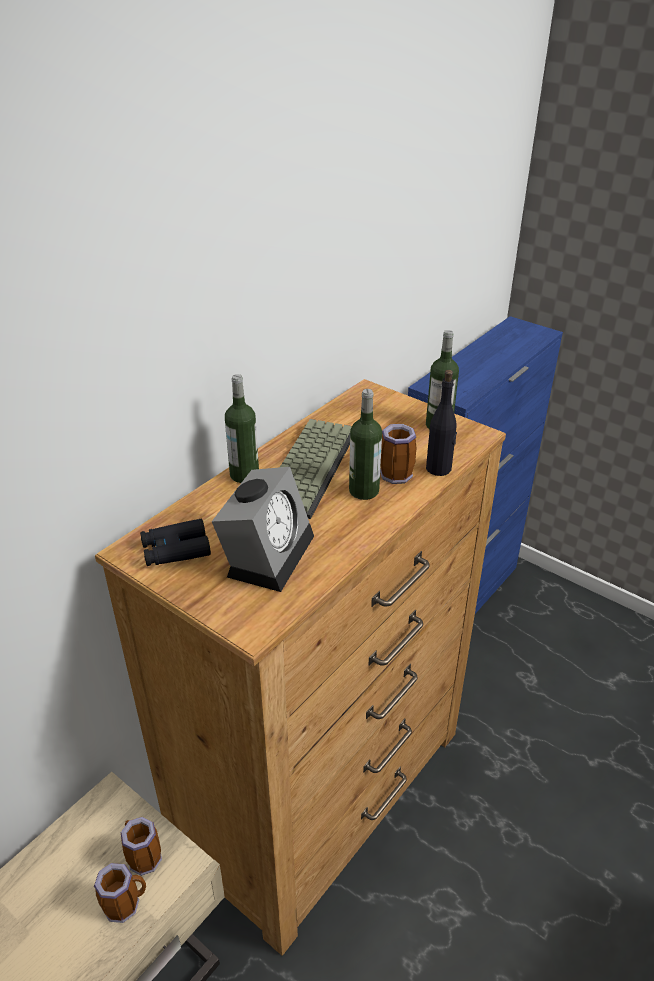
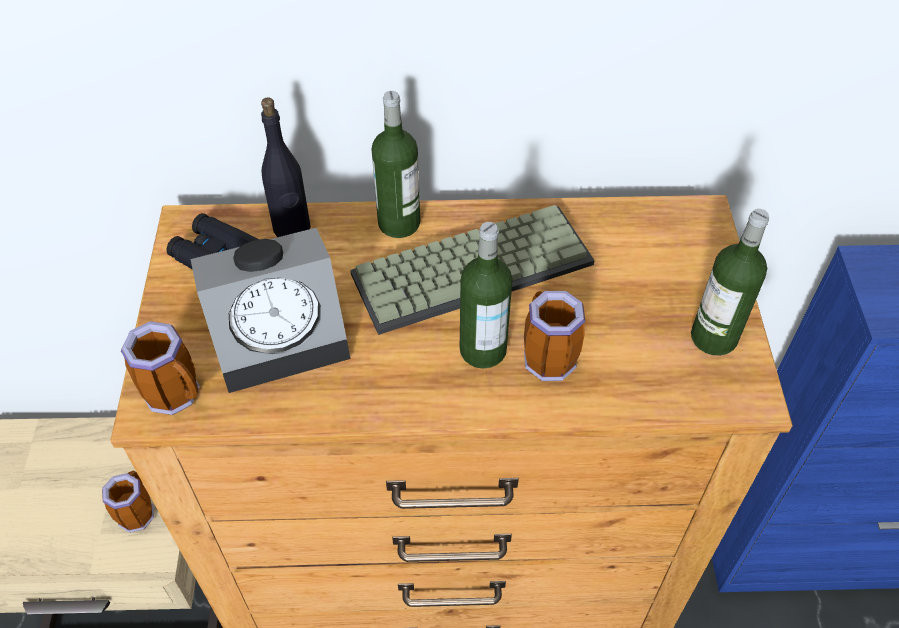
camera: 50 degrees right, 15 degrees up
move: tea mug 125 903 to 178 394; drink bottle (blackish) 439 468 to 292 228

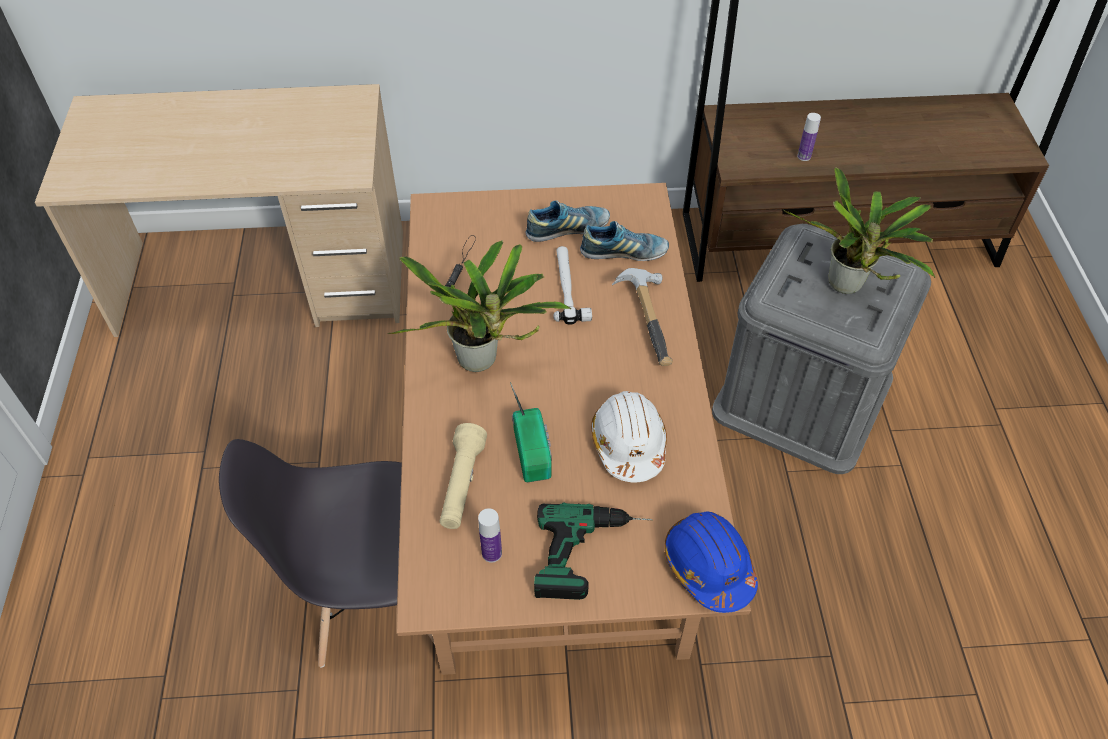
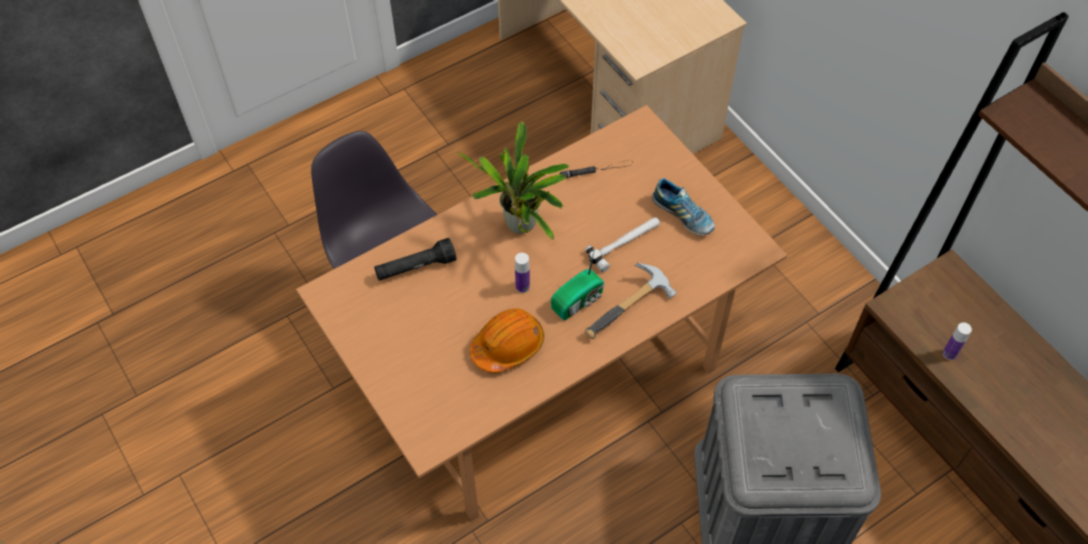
camera: 60 degrees right, 5 degrees up
delete: drill 593 554; shoe 624 253; work helmet (blue) 708 566; plant in a pot 847 288
move: drink bottle 492 553 to 522 286; radio set 533 451 to 579 300
recolor: flashlight (beige-coloured) 462 485 to flashlight (blackish) 415 267; work helmet (whitish) 628 443 to work helmet (orange) 508 346

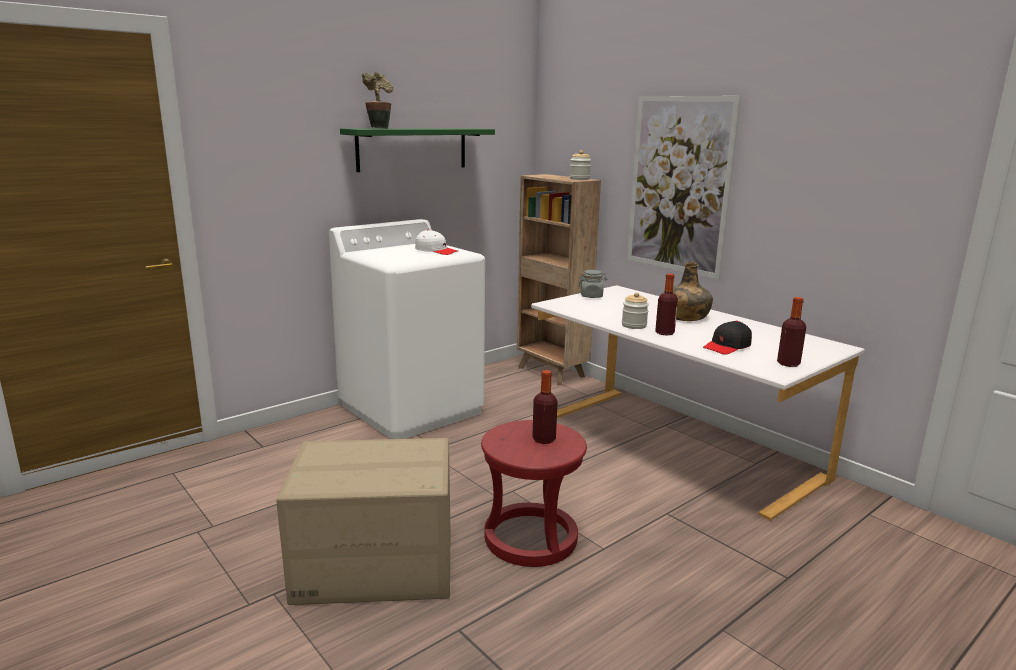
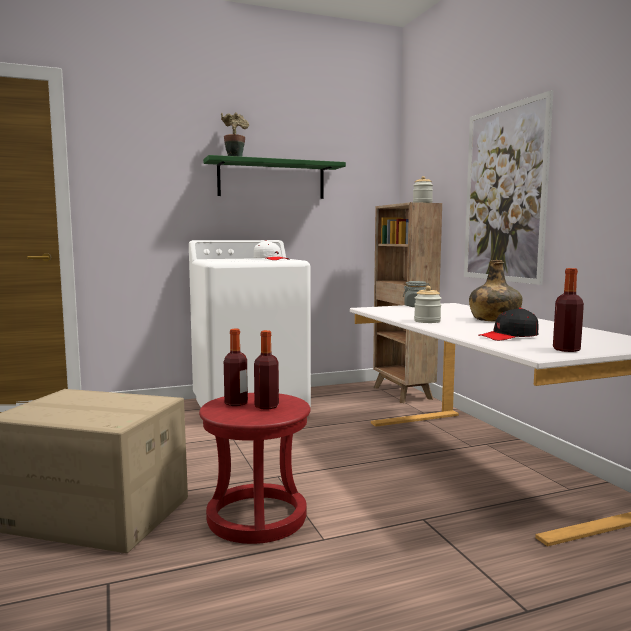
camera: 20 degrees right, 10 degrees down
move: drink bottle 664 333 to 236 403

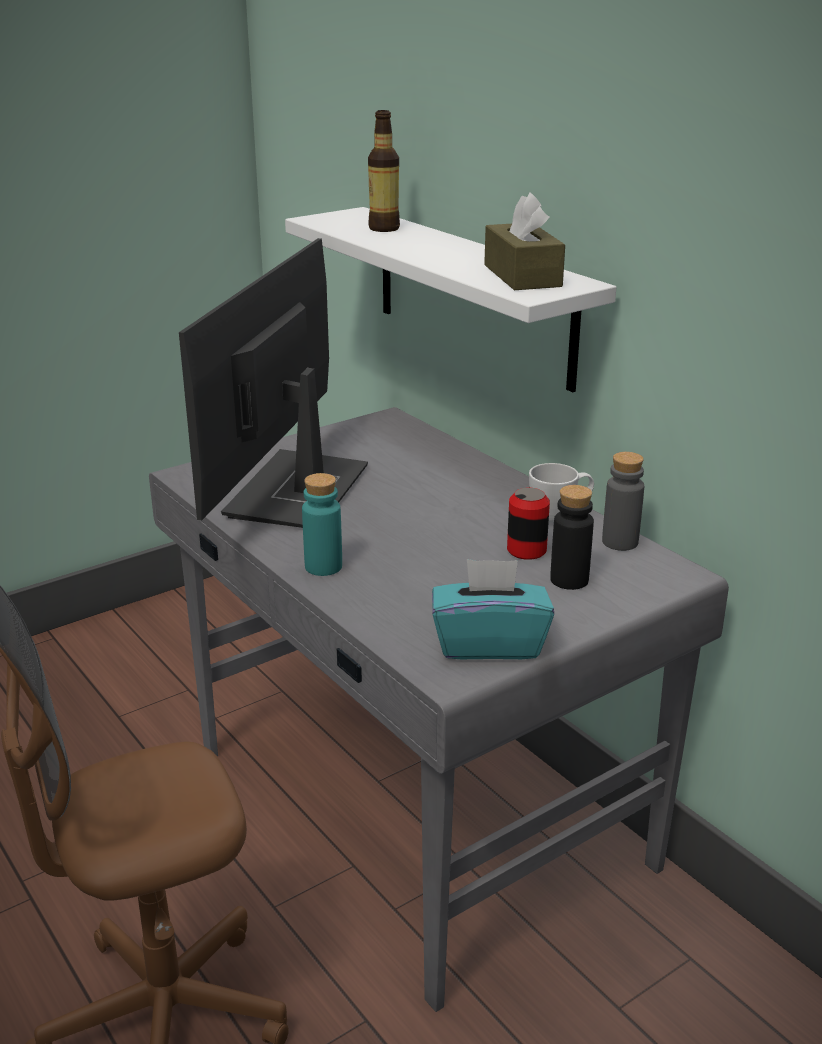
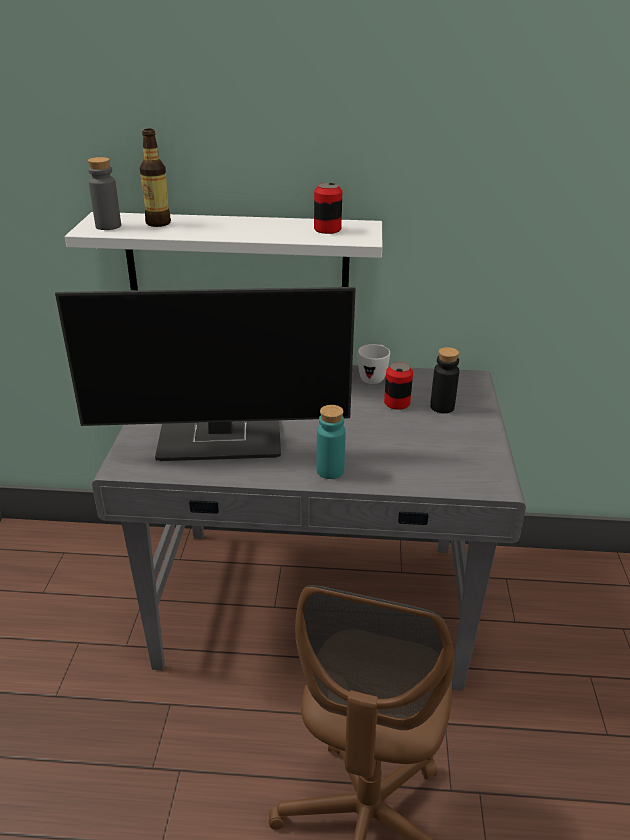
camera: 50 degrees left, 5 degrees up
delete: box of tissues (turquoise-coloured) 489 643
move: drink bottle (grey) 620 542 to 108 226
replace: box of tissues (brown) 522 276 to can 327 229
rotate: computer screen 297 493 = 223 438 60 degrees counterclockwise

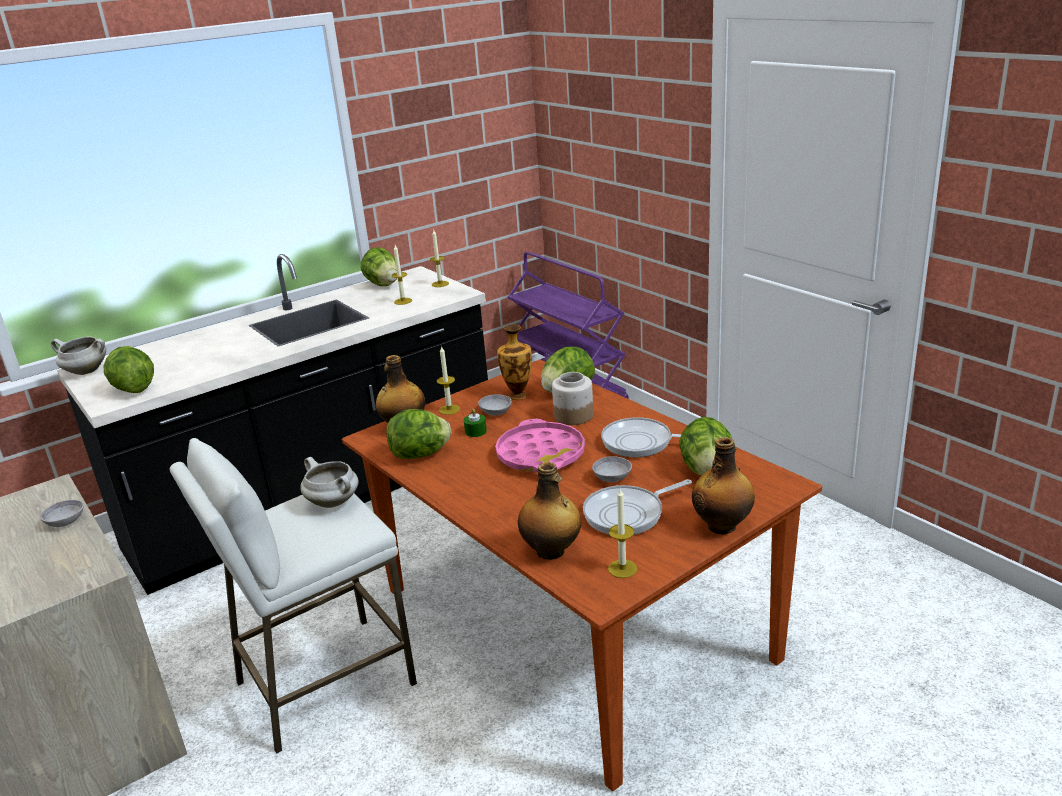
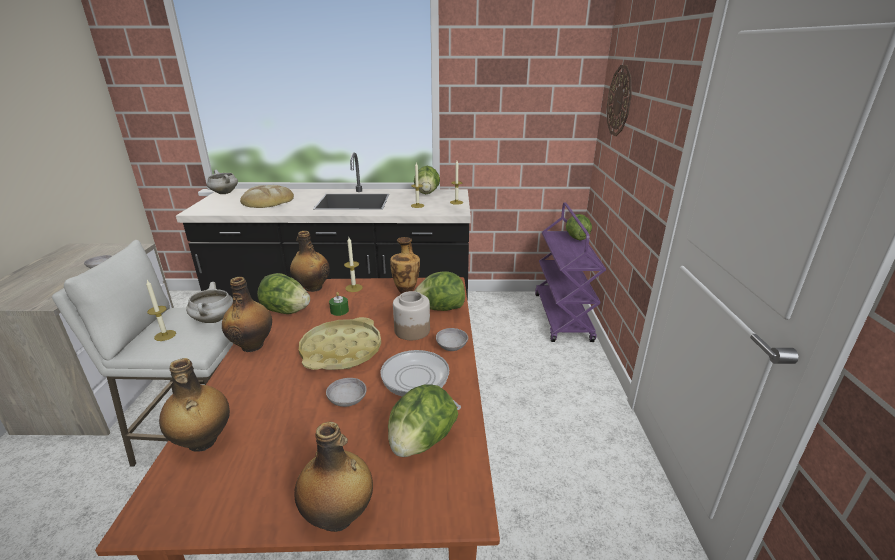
camera: 35 degrees right, 0 degrees up
delete: pan 628 514
insert: drink bottle 253 345; bread 267 201; wall clock 619 101
move: wax candle 622 568 to 165 335; serving bowl (grey) 496 412 to 451 347; head of lettuce 133 389 to 576 238
recolor: tray (pink-coloured) 541 455 to tray (yellow) 341 350

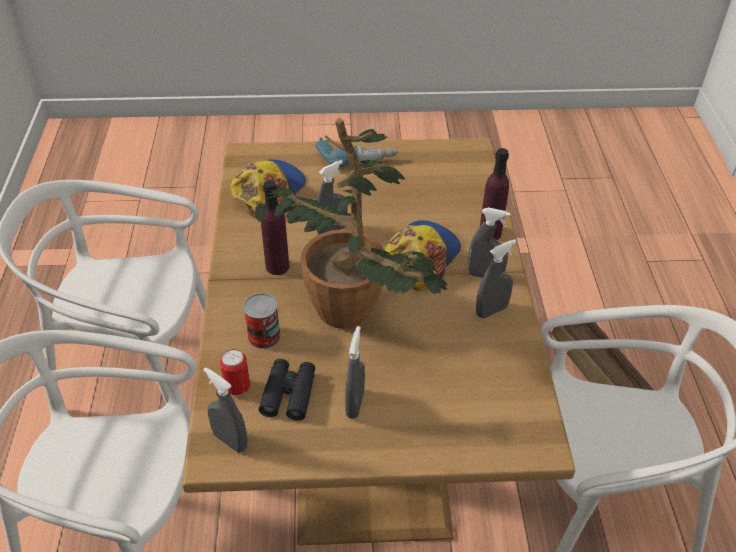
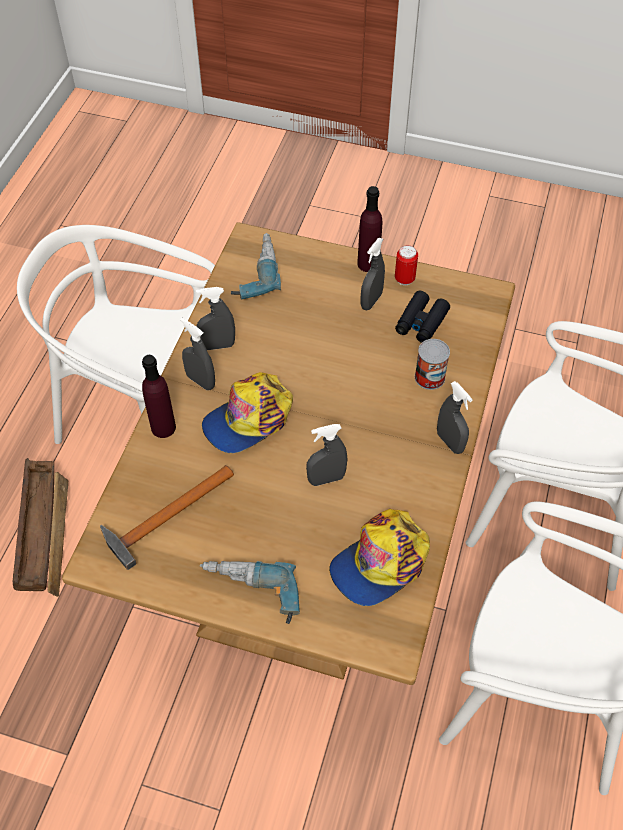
camera: 160 degrees left, 10 degrees up
delete: plant in a pot 352 317
insert: hand hammer 165 516; drill 254 272
move: drink bottle (purplish) 277 266 to 368 264; can 237 388 to 404 279; hand sprayer (grey) 230 441 to 450 442

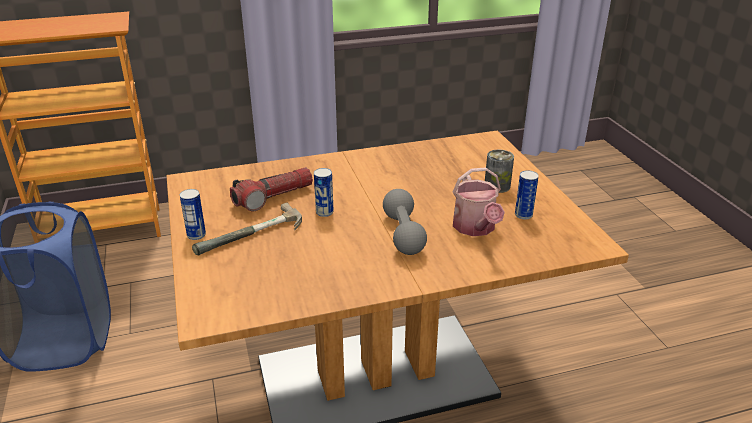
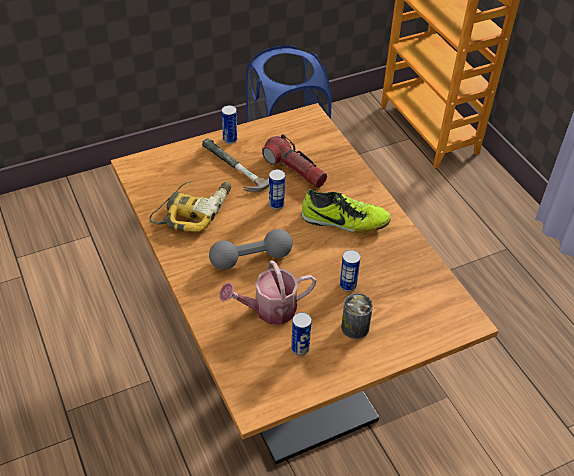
camera: 80 degrees right, 15 degrees up
insert: drill 193 209; shoe 344 221; can 348 285

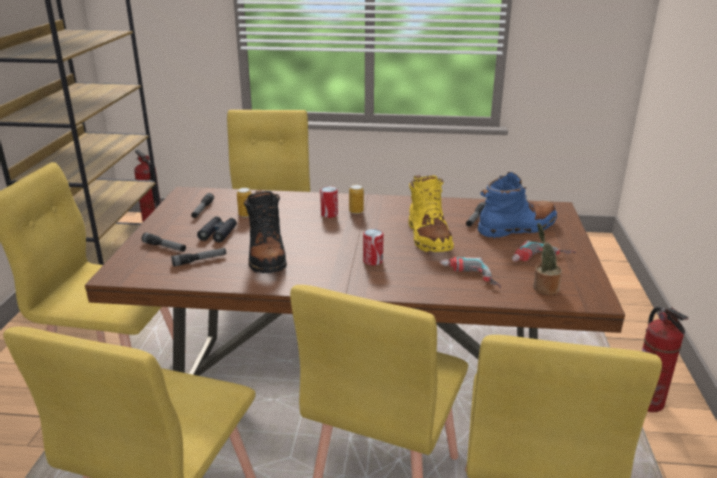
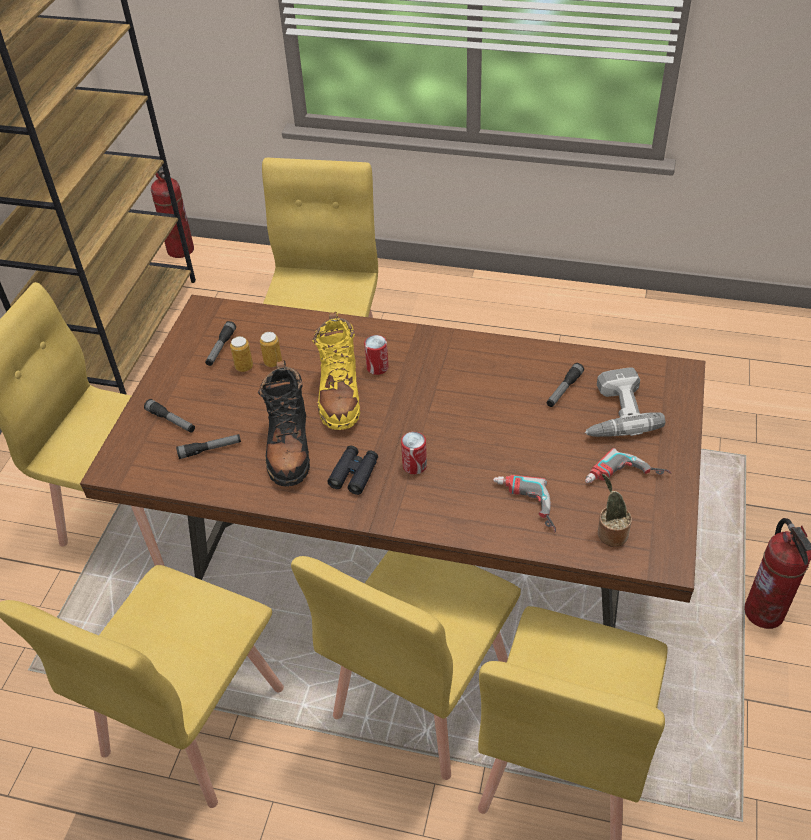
camera: 10 degrees right, 20 degrees up
move: can 356 211 to 244 367; boot (yellow) 428 237 to 339 394; field glasses (blackish) 218 233 to 354 474
replace: boot (blue) 517 228 to drill 613 412

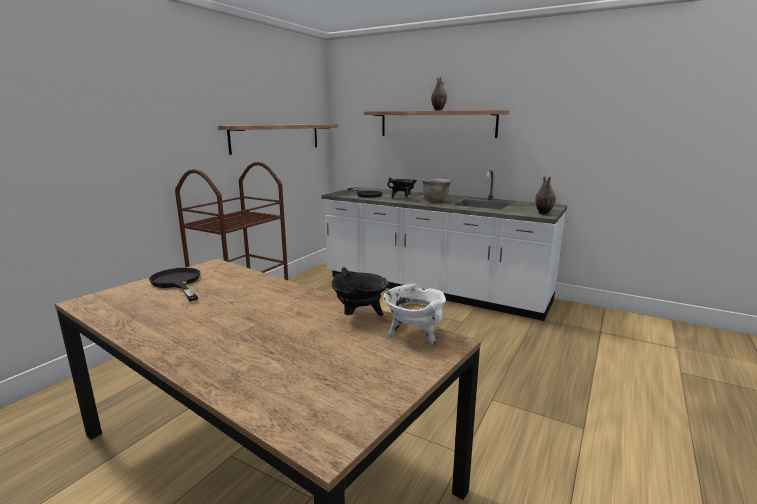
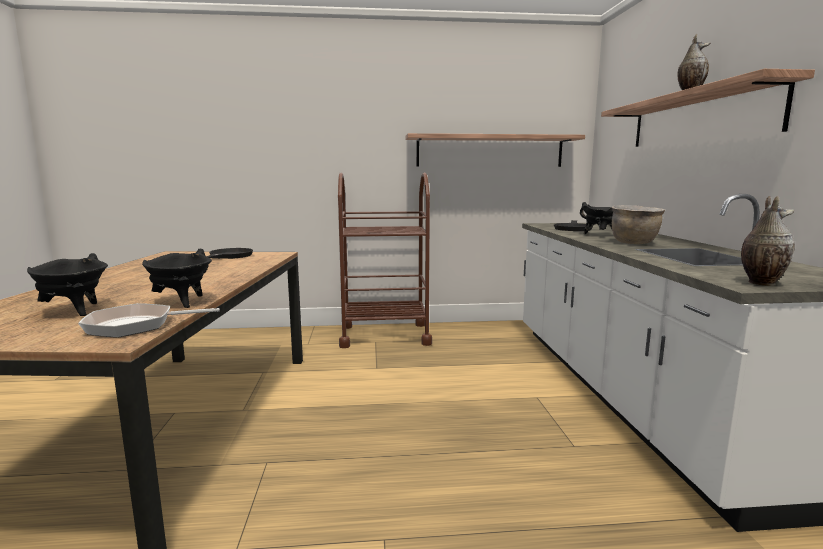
camera: 55 degrees right, 5 degrees down
insert: saucepot (blackish) 74 311
replace: saucepot (whitish) 414 335 to pan 136 325

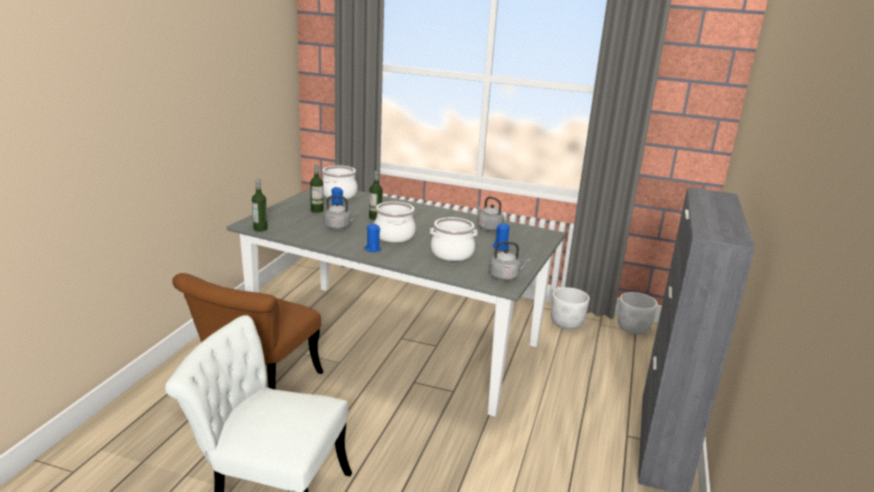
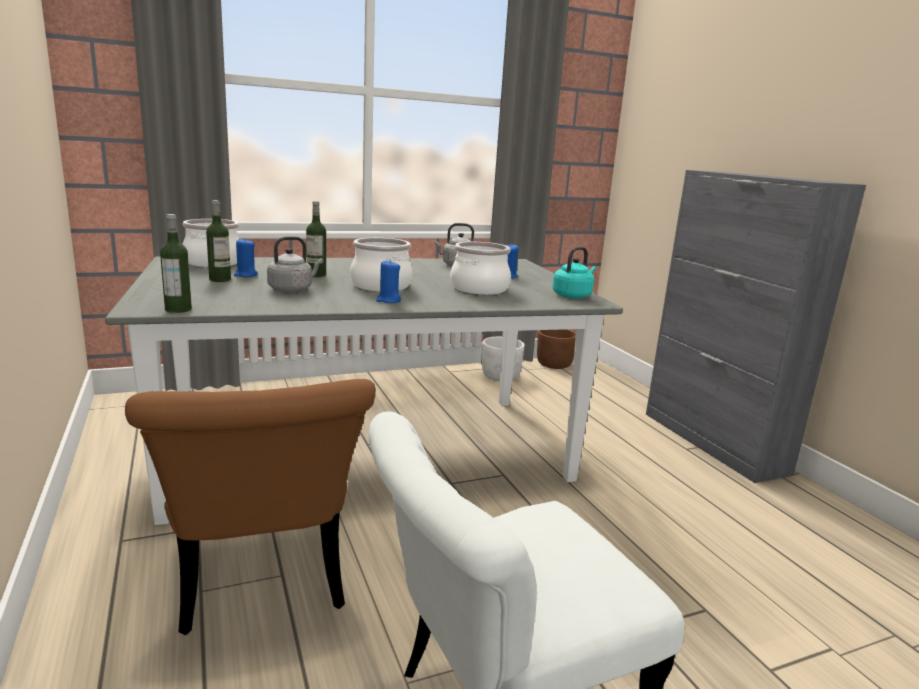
camera: 40 degrees left, 5 degrees down
recolor: planter (whitish) 633 328 to planter (brown) 554 364; kettle (grey) 505 276 to kettle (turquoise-coloured) 573 295

